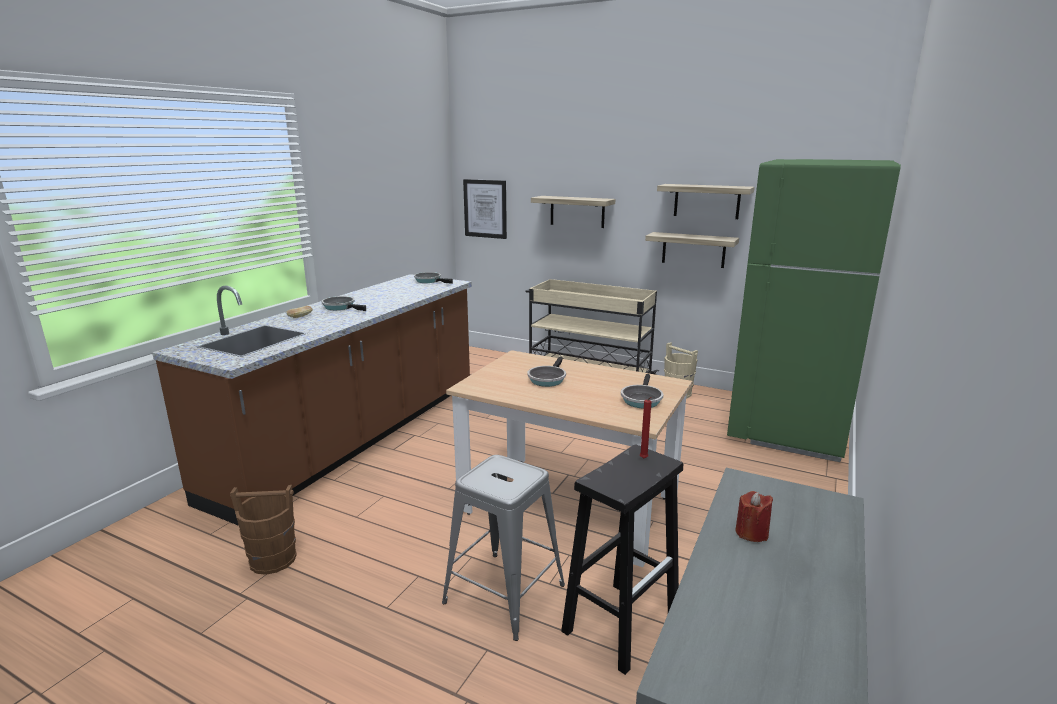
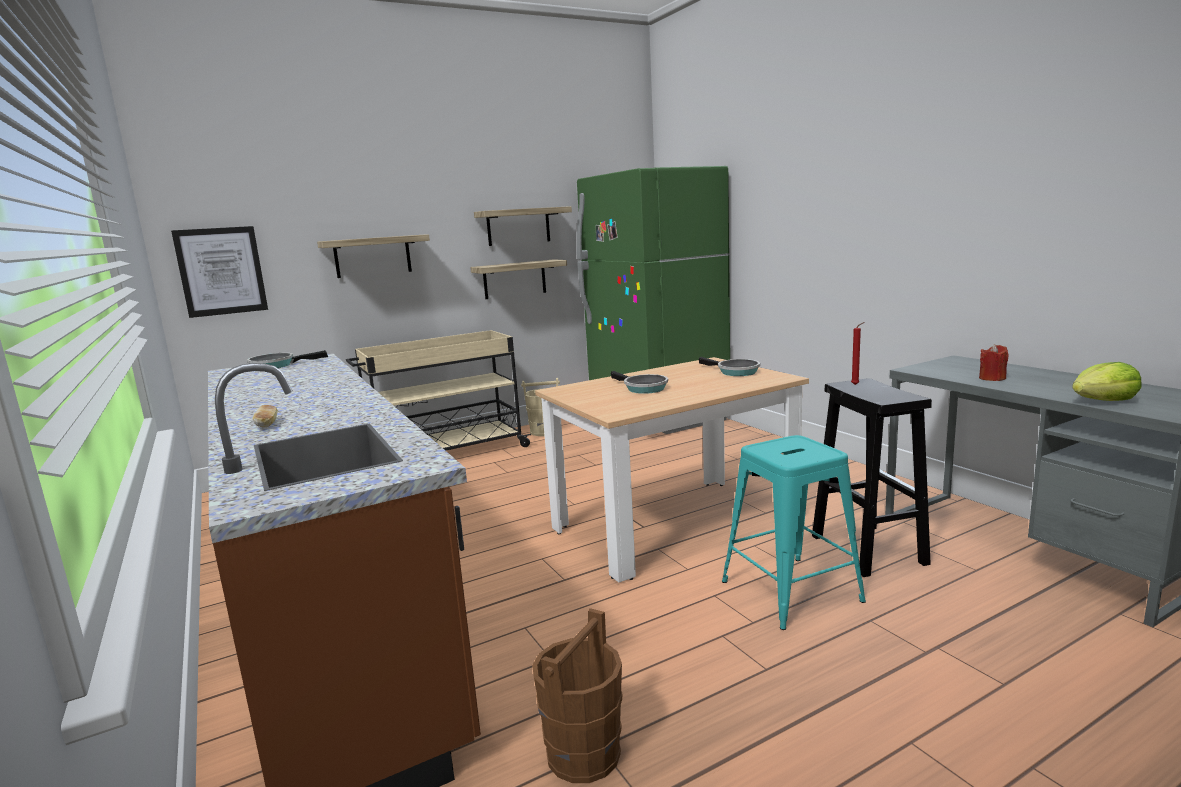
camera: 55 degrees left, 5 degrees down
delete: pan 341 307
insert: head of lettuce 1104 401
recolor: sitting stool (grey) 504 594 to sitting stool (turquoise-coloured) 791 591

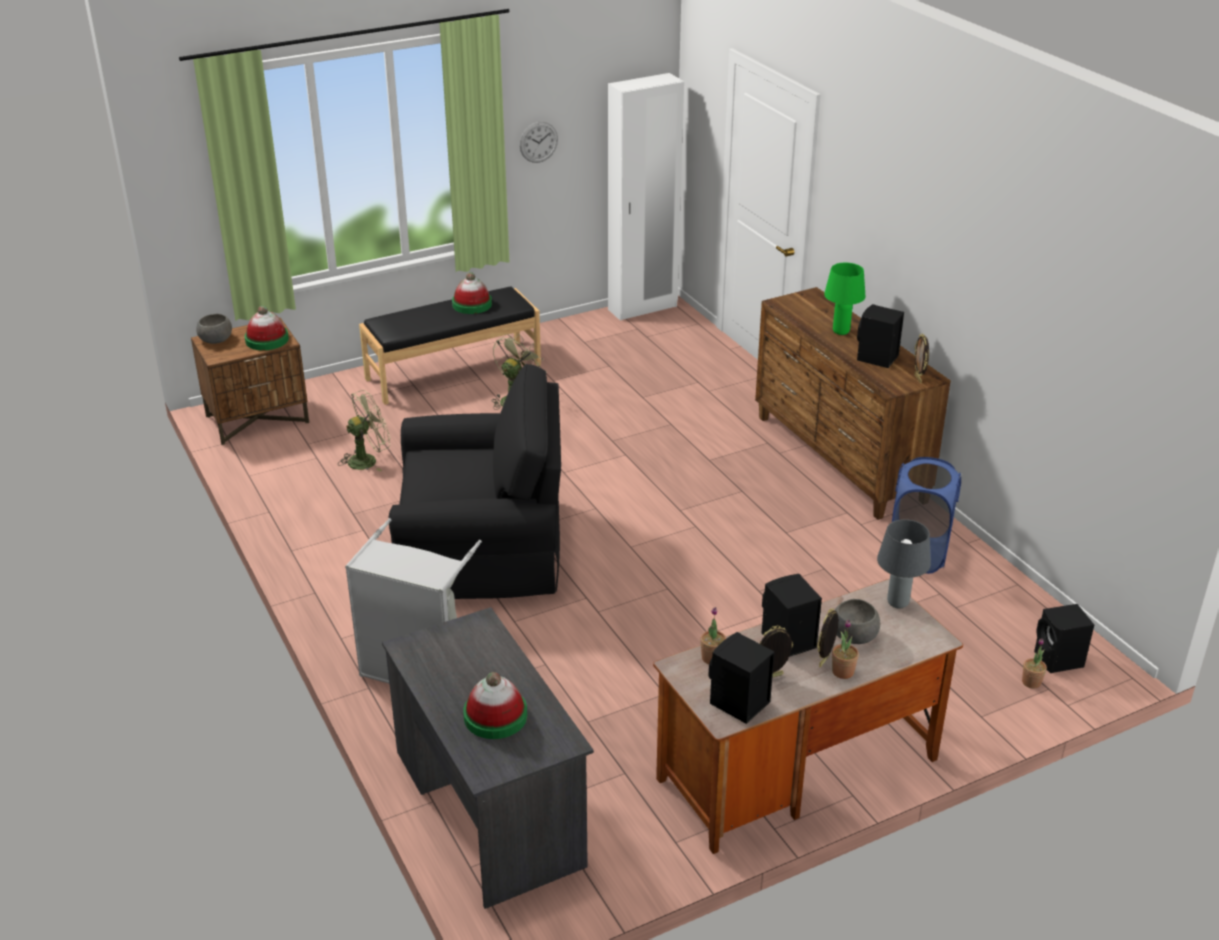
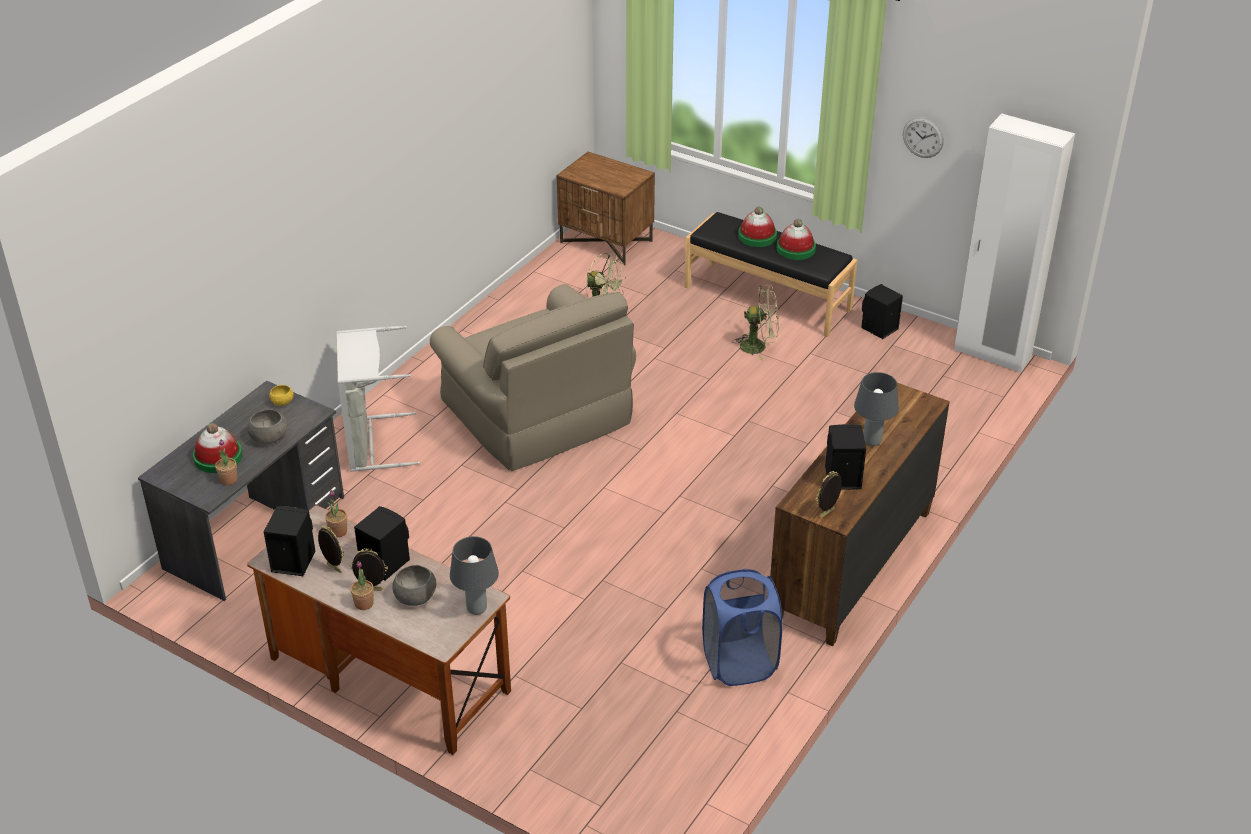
camera: 60 degrees right, 5 degrees up
insert: serving bowl (yellow) 282 402
move: plant in a pot 1031 682 to 228 480; serving bowl (grey) 215 339 to 269 437; clothing hat 267 340 to 757 236; audio speaker (blackish) 1059 661 to 878 329
recolor: easy chair (blackish) 481 548 to easy chair (beige-coloured) 537 412; tabletop lamp (green) 840 332 to tabletop lamp (grey) 871 441

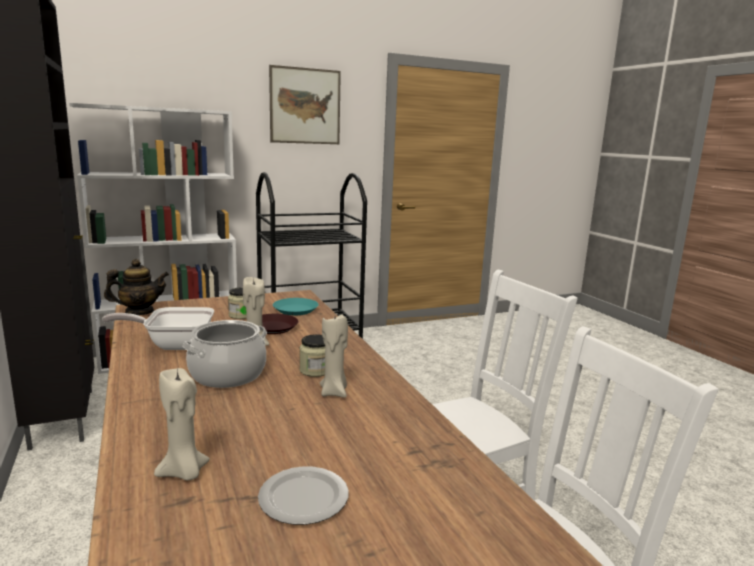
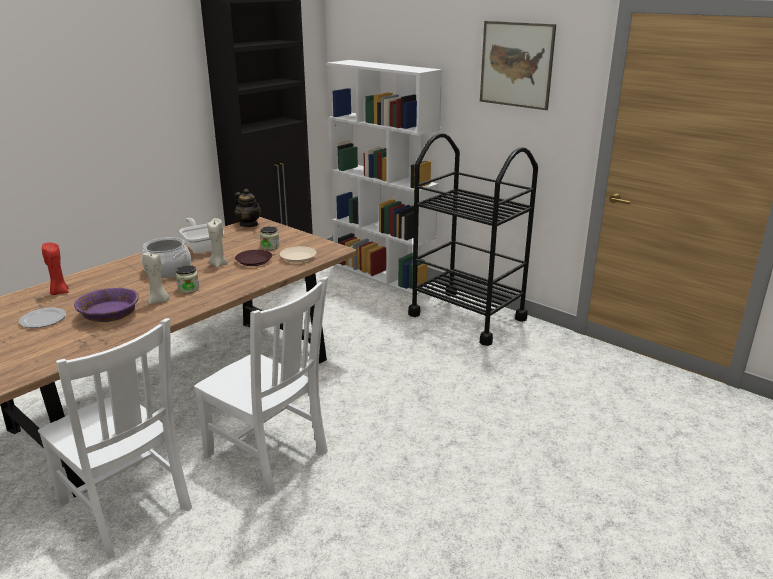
camera: 65 degrees right, 10 degrees up
insert: serving bowl (purplish) 110 314
recolor: wax candle (beige-coloured) 184 473 to wax candle (red) 59 292; plate (turquoise-coloured) 296 310 to plate (beige-coloured) 298 257

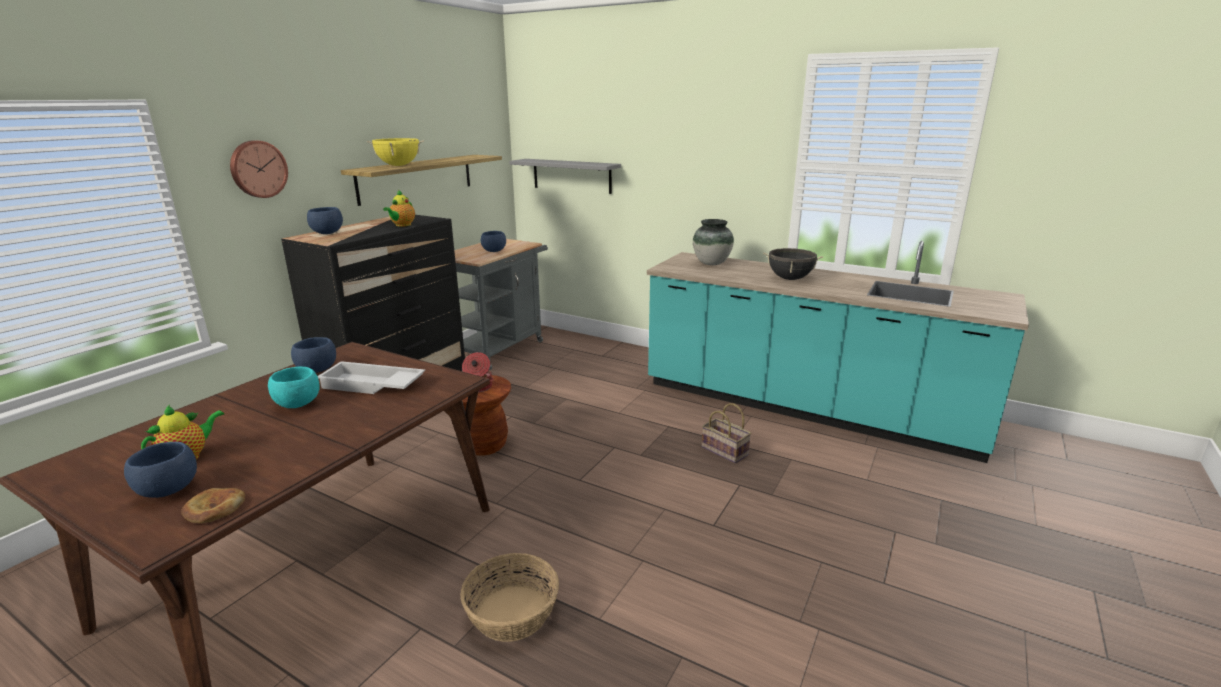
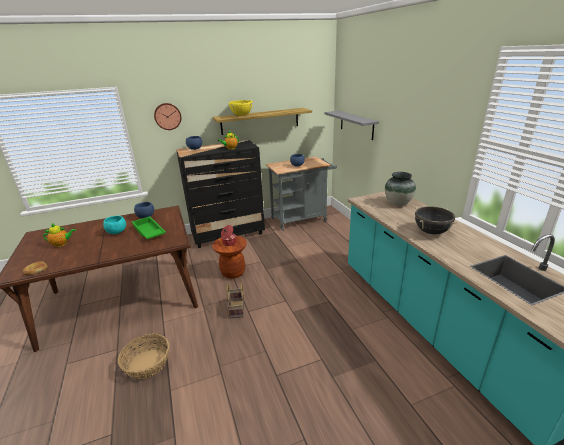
camera: 40 degrees right, 5 degrees up
delete: serving bowl (blue) 168 490
move: basket 726 451 to 237 309
recolor: tray (whitish) 371 385 to tray (green) 148 232

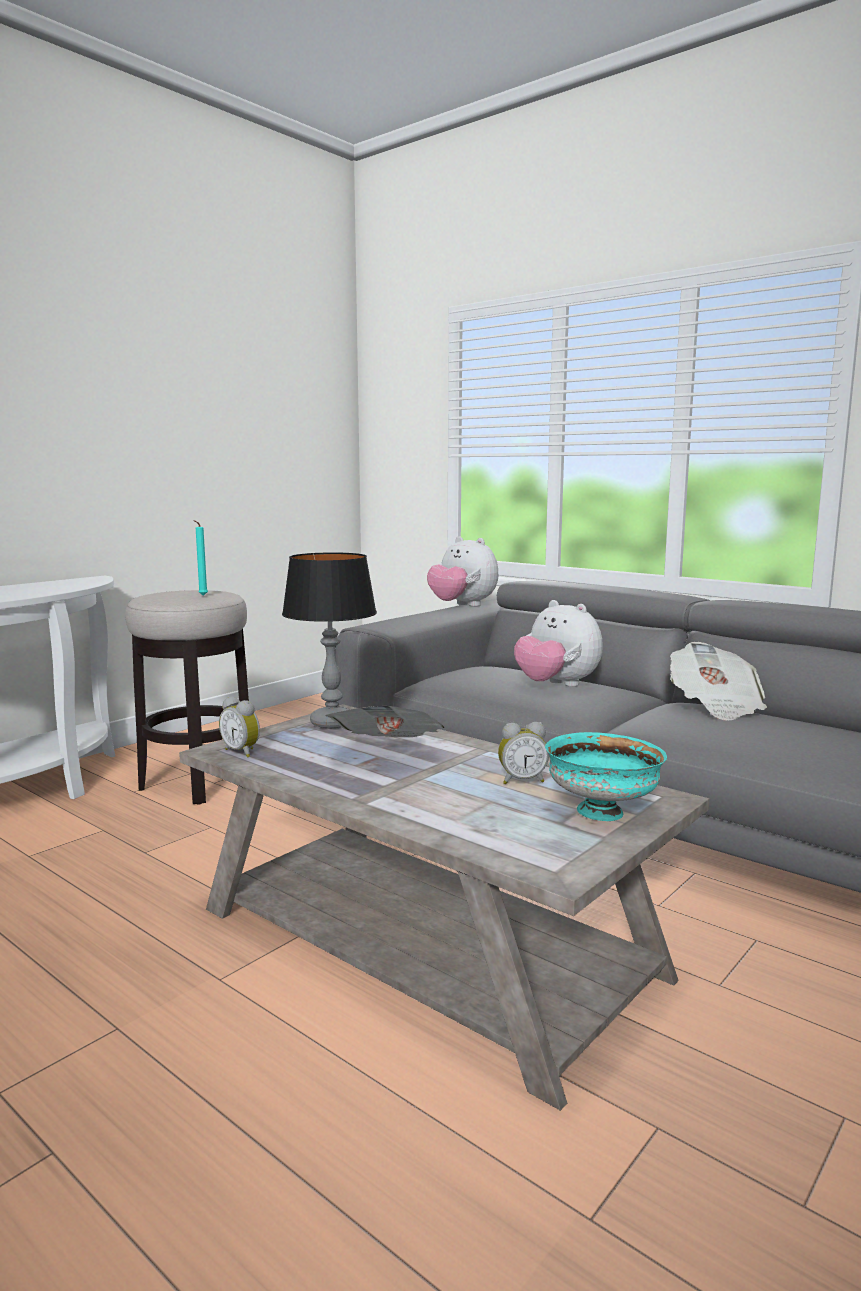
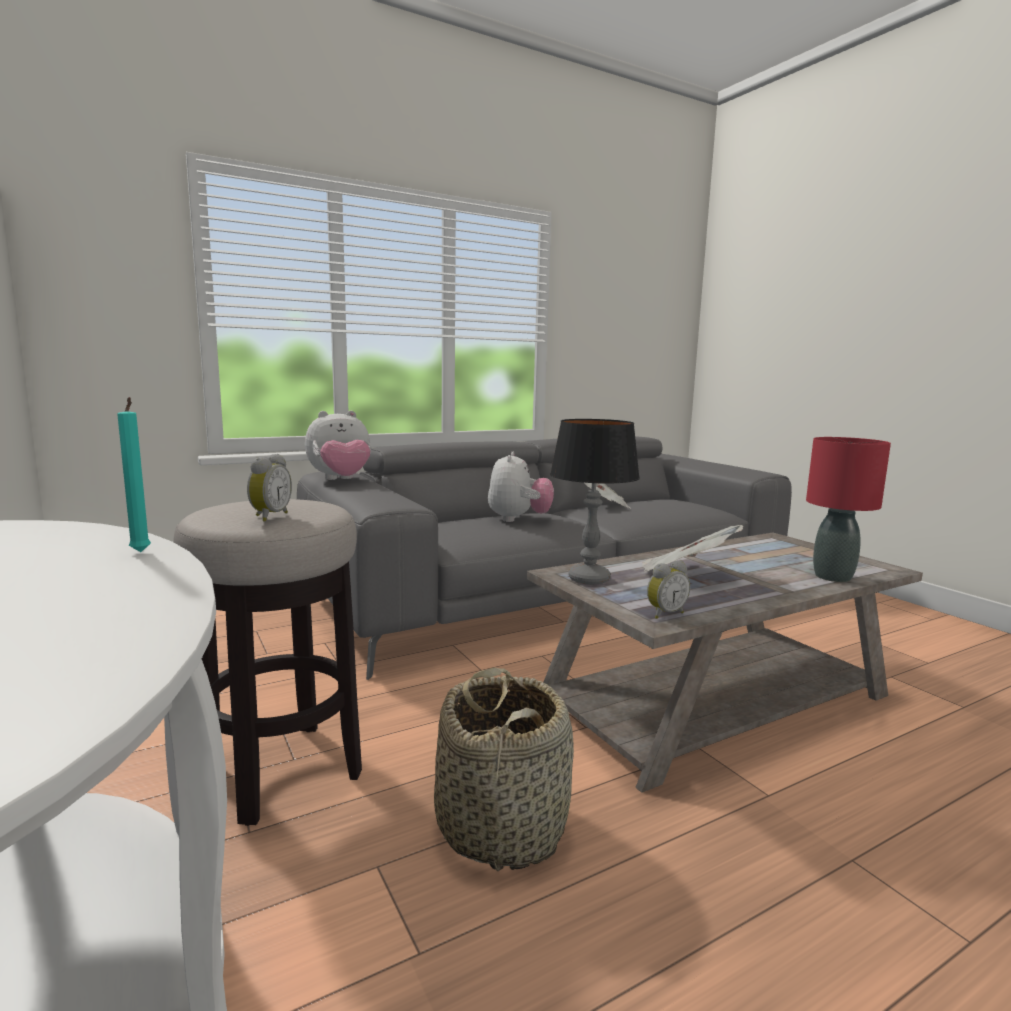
camera: 70 degrees left, 0 degrees up
delete: serving bowl (turquoise-coloured) 601 811
insert: basket 502 826; tabletop lamp (red) 833 577
move: wax candle (turquoise-coloured) 202 595 to 141 553; bedside clock 521 780 to 268 516
rotate: cuddly toy 556 685 = 518 519 60 degrees counterclockwise

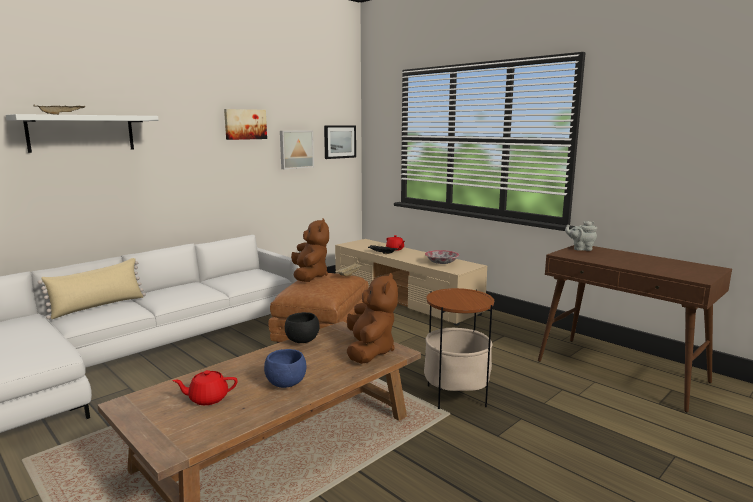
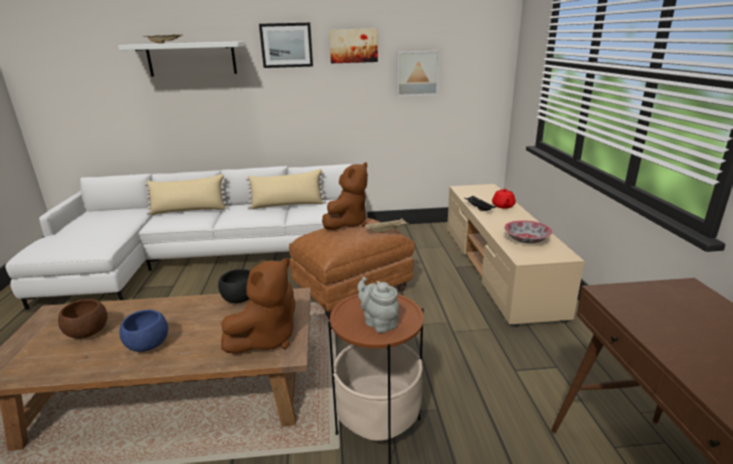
camera: 40 degrees right, 10 degrees up
insert: cushion (beige-coloured) 287 205
move: wall picture 339 141 to 286 45; tea pot (grey) 581 249 to 379 322
replace: tea pot (red) 207 398 to serving bowl (brown) 87 333

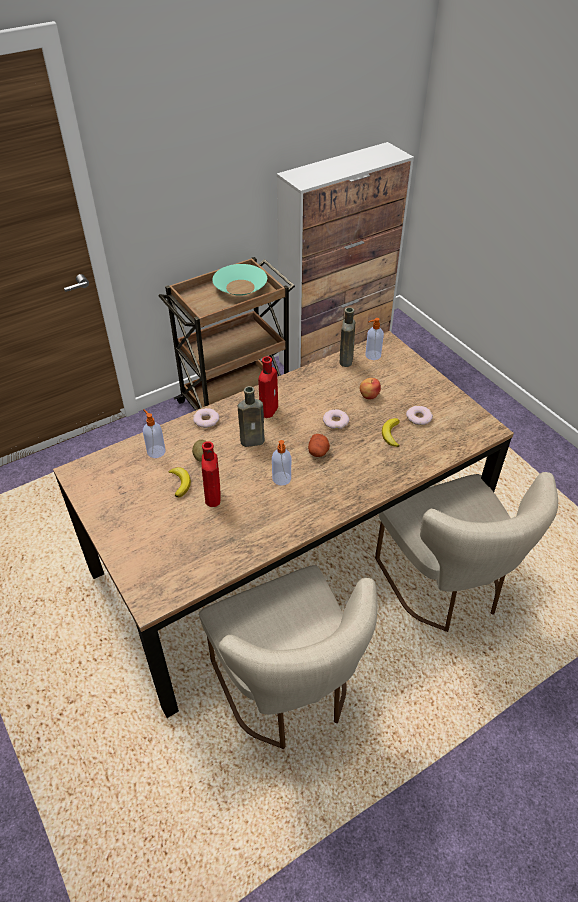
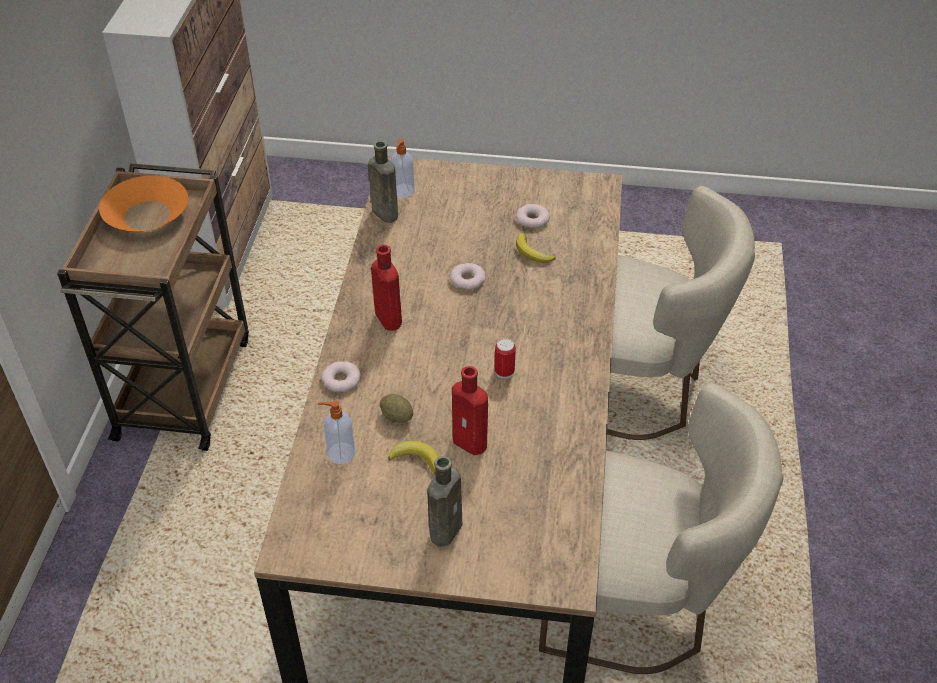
camera: 50 degrees left, 0 degrees up
delete: whole potato 318 452; apple 369 395
move: drink bottle (brown) 254 440 to 447 528
replace: liquid soap bottle 281 479 to can 504 371
recolor: serving bowl (turquoise-coloured) 240 287 to serving bowl (orange) 147 215

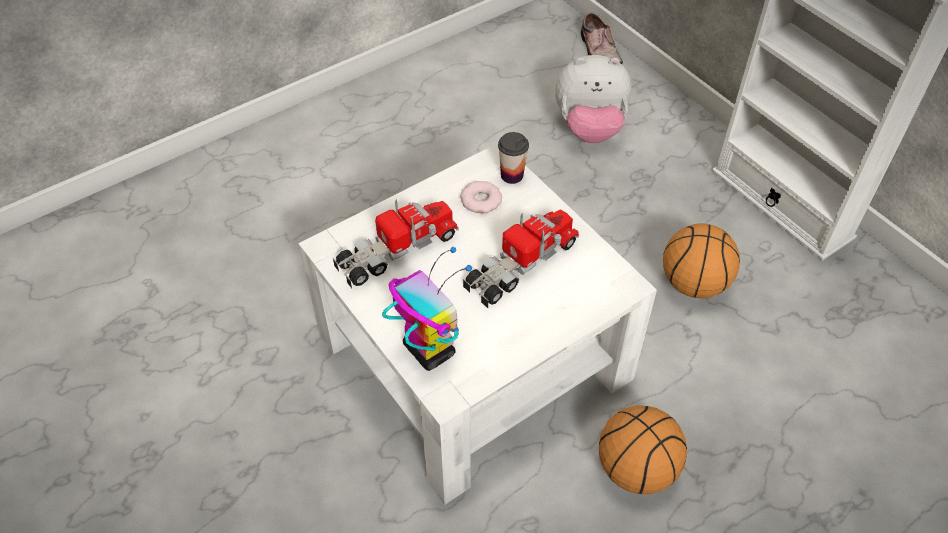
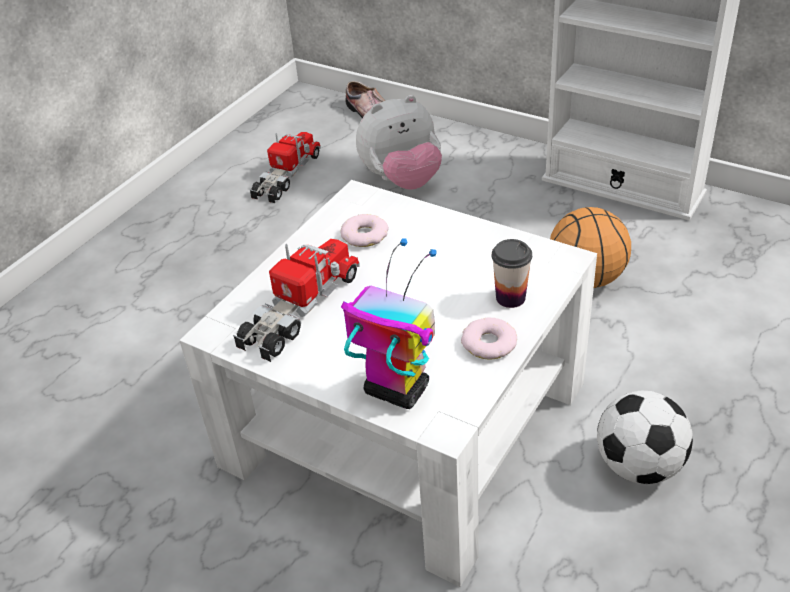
camera: 20 degrees left, 10 degrees down
insert: doughnut 489 343
move: toy truck 521 265 to 287 175; small cup 512 175 to 510 298
replace: basketball 636 468 to football 639 466

